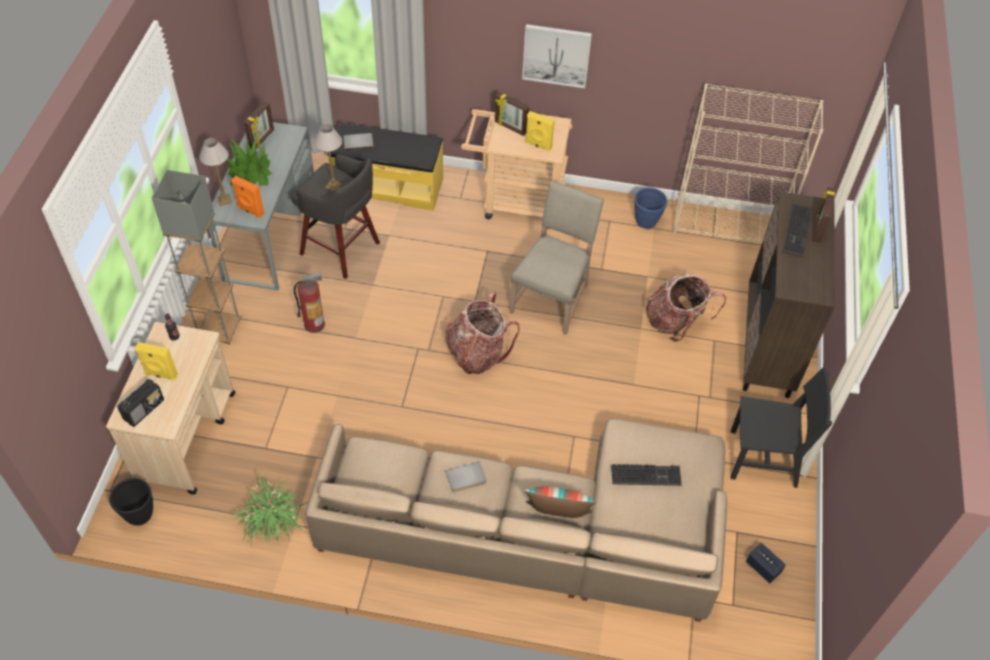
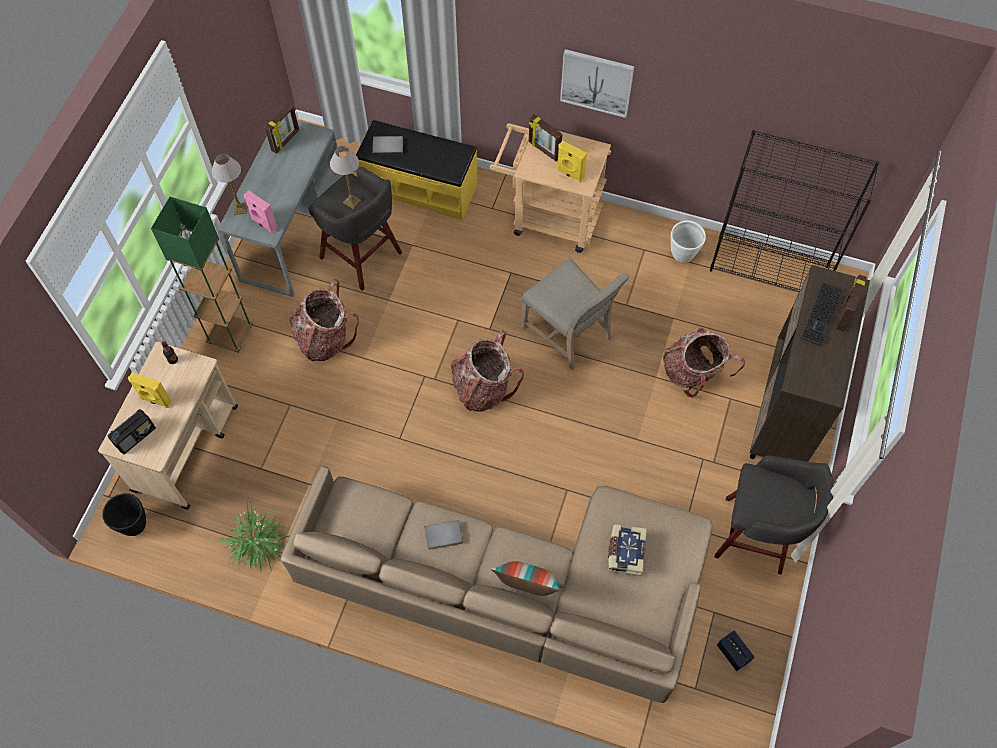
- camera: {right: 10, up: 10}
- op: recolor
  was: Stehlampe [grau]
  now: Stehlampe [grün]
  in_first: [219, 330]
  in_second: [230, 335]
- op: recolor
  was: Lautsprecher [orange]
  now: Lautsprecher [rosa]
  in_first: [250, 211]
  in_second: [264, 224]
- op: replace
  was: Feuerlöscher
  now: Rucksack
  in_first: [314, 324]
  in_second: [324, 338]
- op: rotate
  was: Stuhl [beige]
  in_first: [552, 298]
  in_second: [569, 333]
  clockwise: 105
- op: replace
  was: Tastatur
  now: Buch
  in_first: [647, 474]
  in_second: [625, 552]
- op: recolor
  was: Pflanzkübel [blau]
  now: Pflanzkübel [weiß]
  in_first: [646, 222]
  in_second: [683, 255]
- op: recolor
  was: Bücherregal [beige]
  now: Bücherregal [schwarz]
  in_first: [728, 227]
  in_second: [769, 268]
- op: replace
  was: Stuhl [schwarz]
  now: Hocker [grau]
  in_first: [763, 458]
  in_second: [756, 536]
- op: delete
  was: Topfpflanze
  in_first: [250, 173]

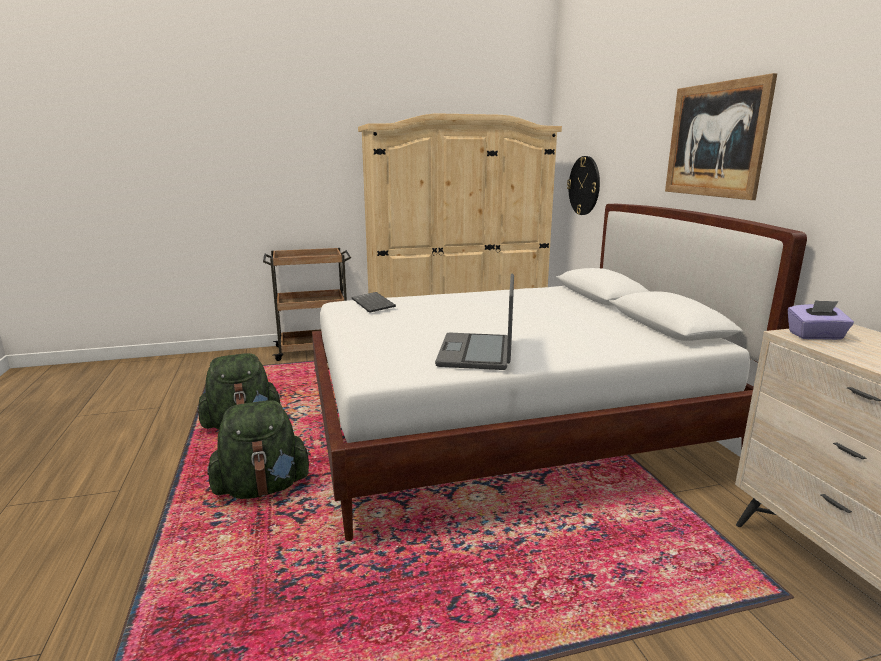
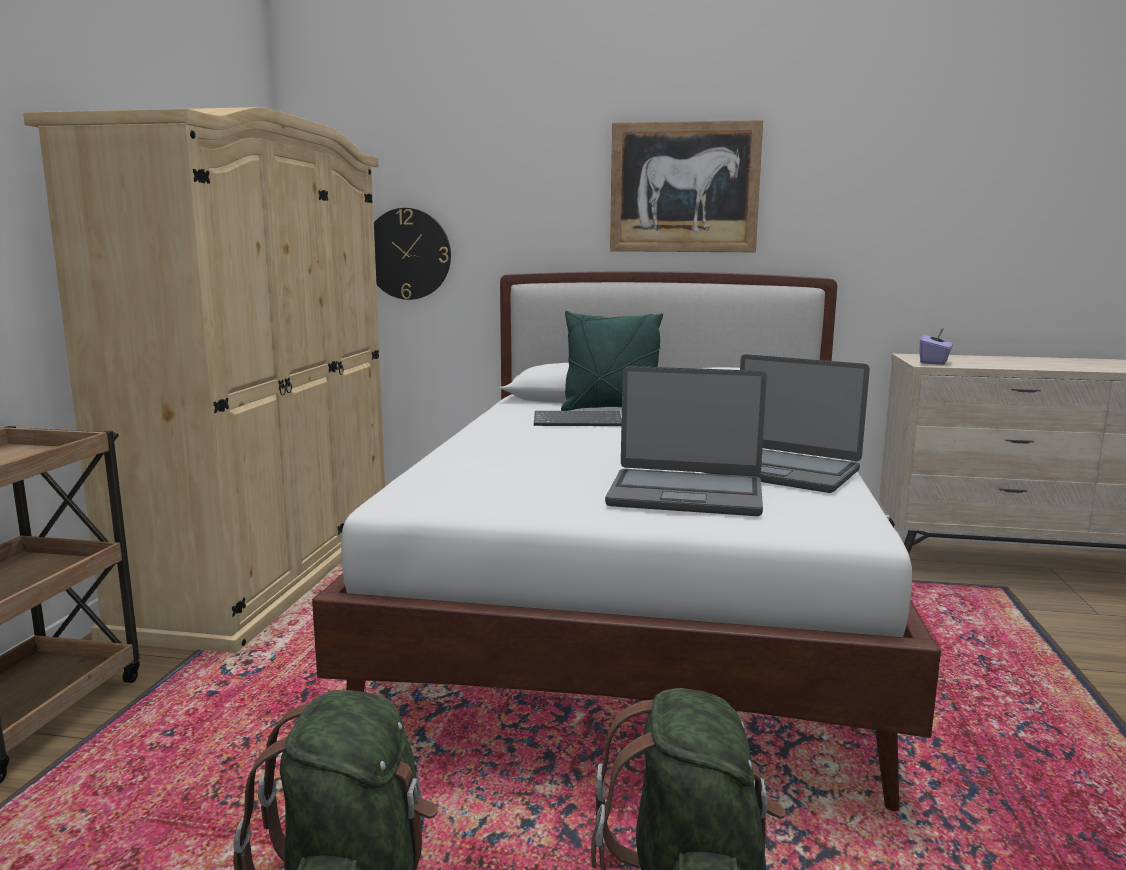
- camera: {right: -65, up: -5}
- op: move
  was: Tastatur
  in_first: [374, 304]
  in_second: [578, 421]
- op: insert
  now: Kissen [grün]
  in_second: [611, 409]
- op: insert
  now: Laptop
  in_second: [686, 494]

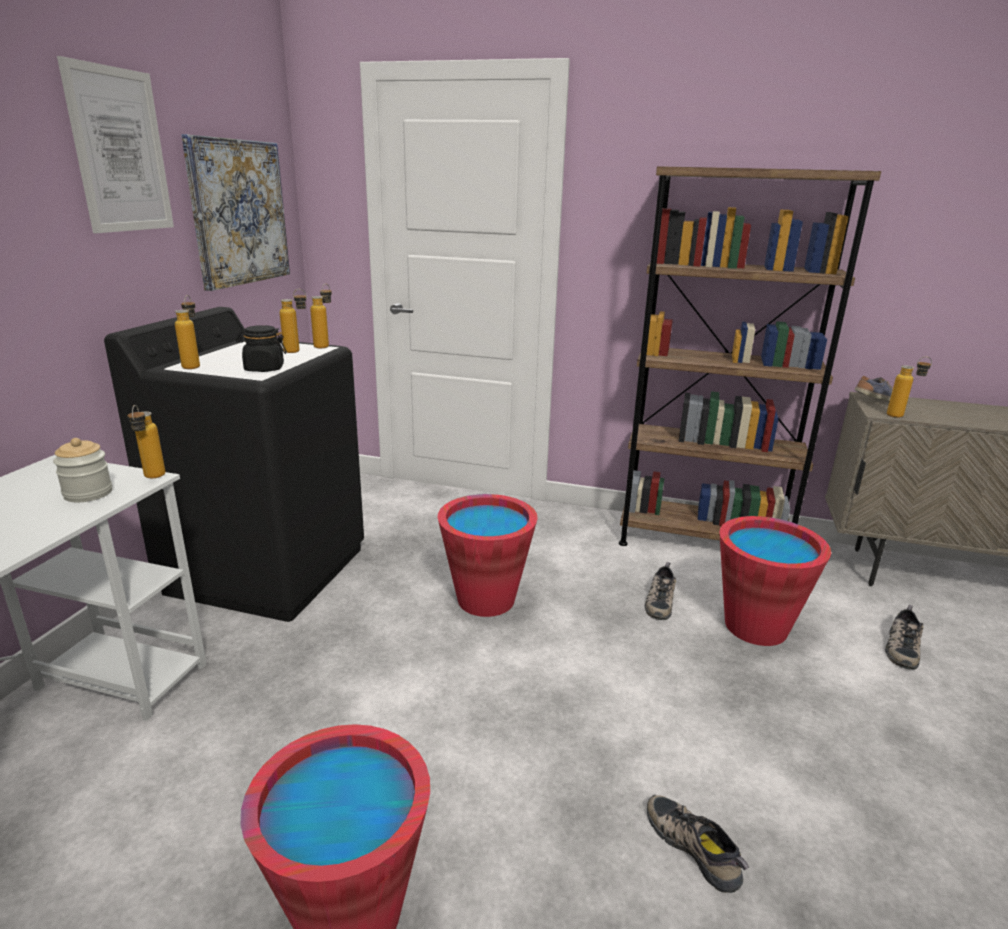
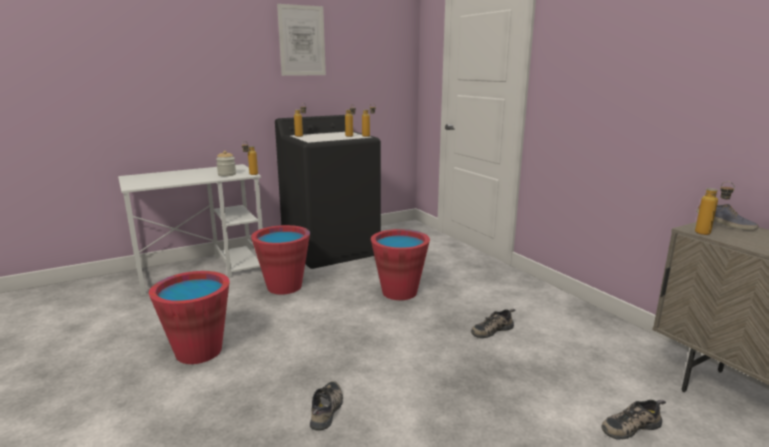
- camera: {right: 45, up: -5}
- op: move
  was: Eimer [rot]
  in_first: [755, 626]
  in_second: [284, 286]
- op: delete
  was: Bild
  in_first: [239, 213]
- op: delete
  was: Vorratsglas [schwarz]
  in_first: [264, 369]
- op: delete
  was: Bücherregal [braun]
  in_first: [701, 541]

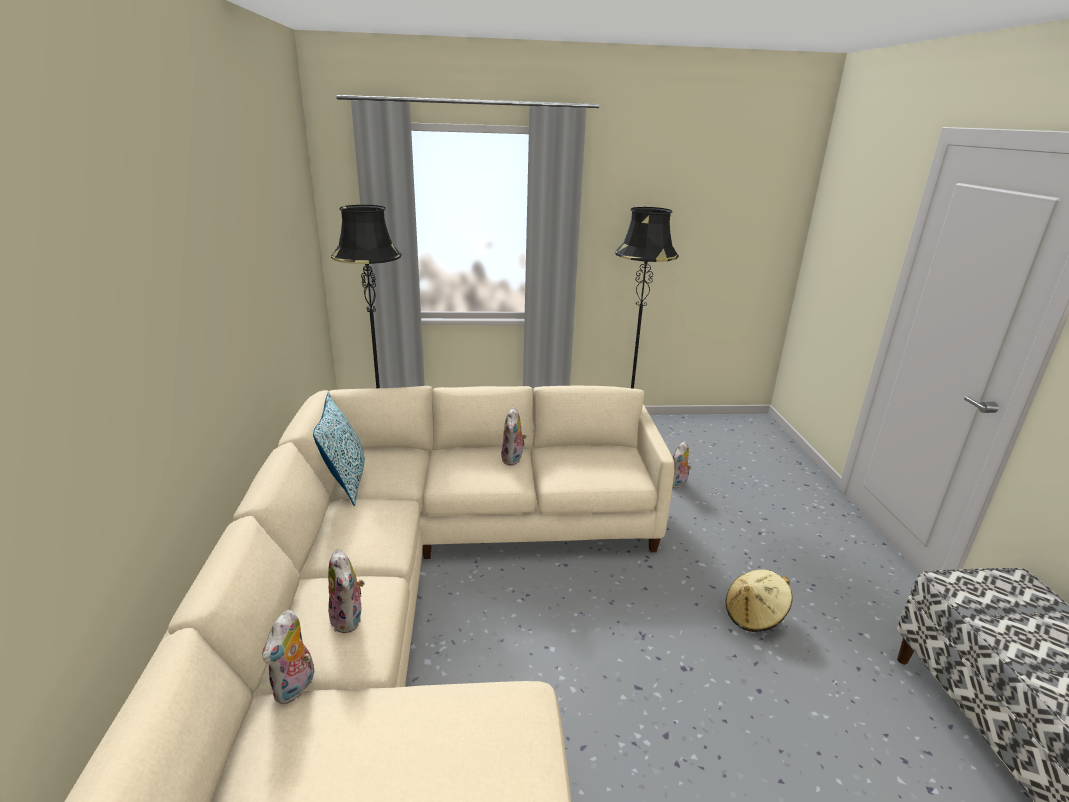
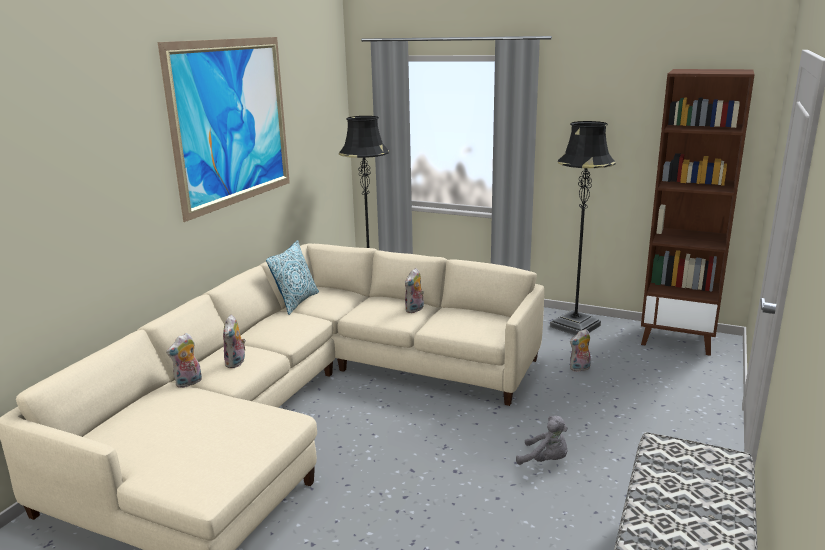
- camera: {right: 30, up: -5}
- op: insert
  now: Bild
  in_second: [232, 123]
- op: replace
  was: Hut [beige]
  now: Plüschtier [grau]
  in_first: [754, 615]
  in_second: [545, 460]
- op: insert
  now: Bücherregal [braun]
  in_second: [678, 339]

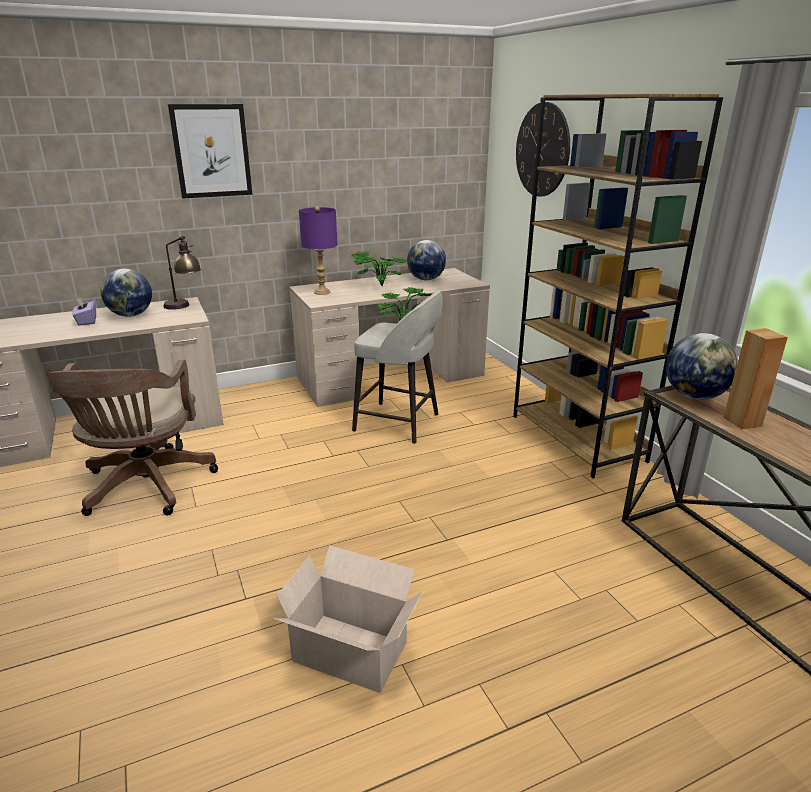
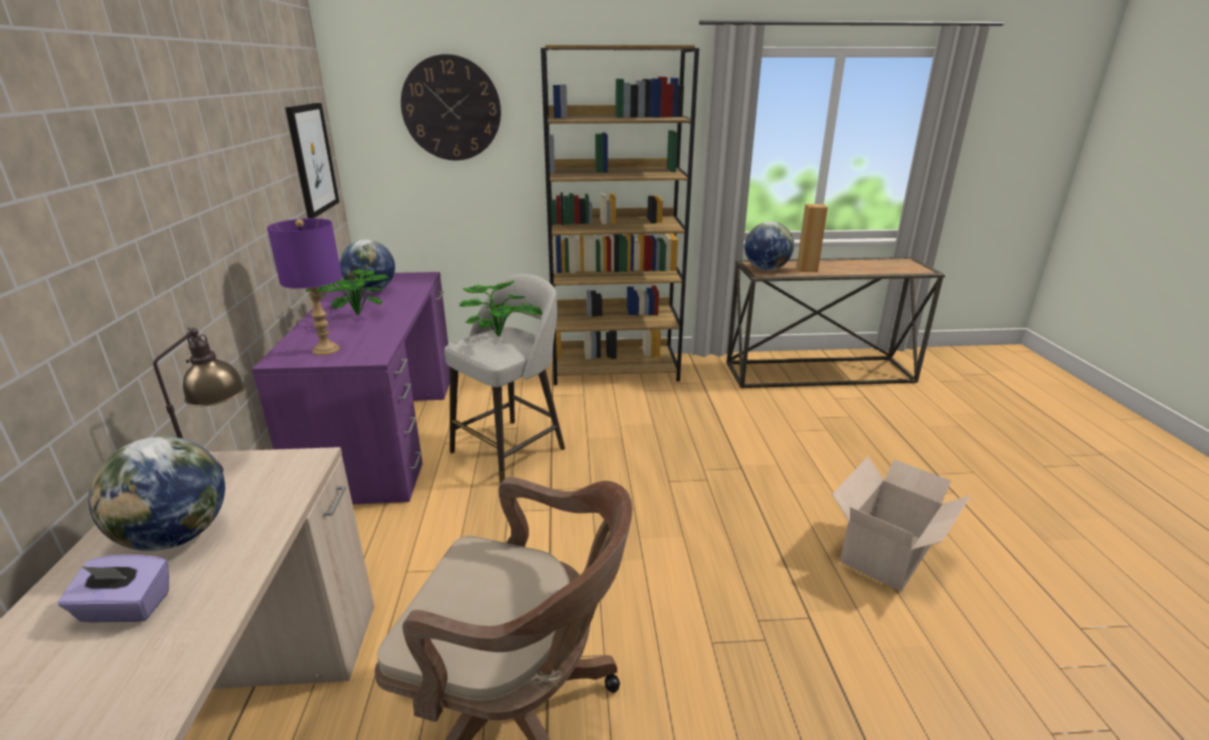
- camera: {right: -70, up: 0}
- op: recolor
  was: Schreibtisch [beige]
  now: Schreibtisch [lila]
  in_first: [391, 376]
  in_second: [386, 430]
- op: move
  was: Bild
  in_first: [211, 151]
  in_second: [312, 159]

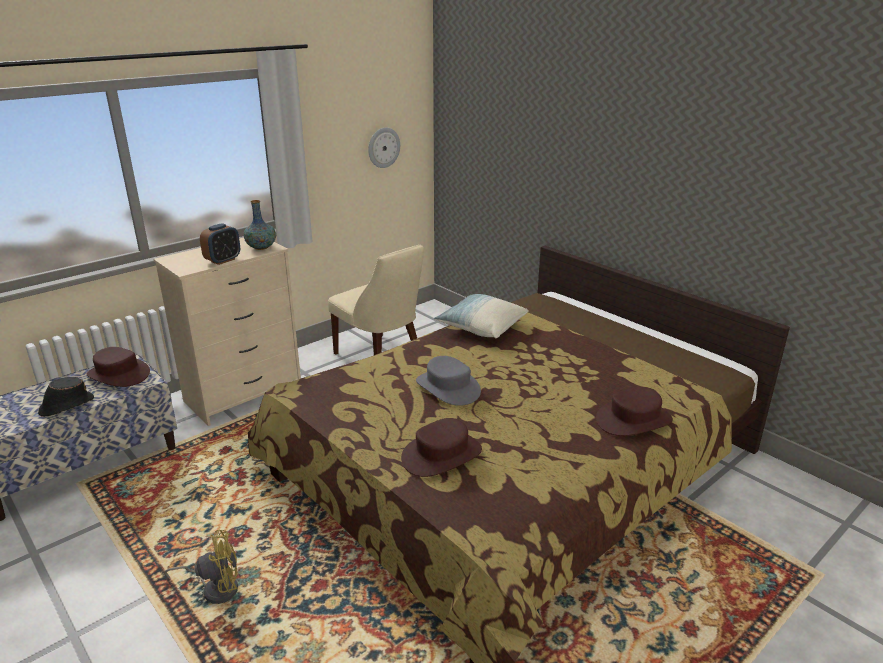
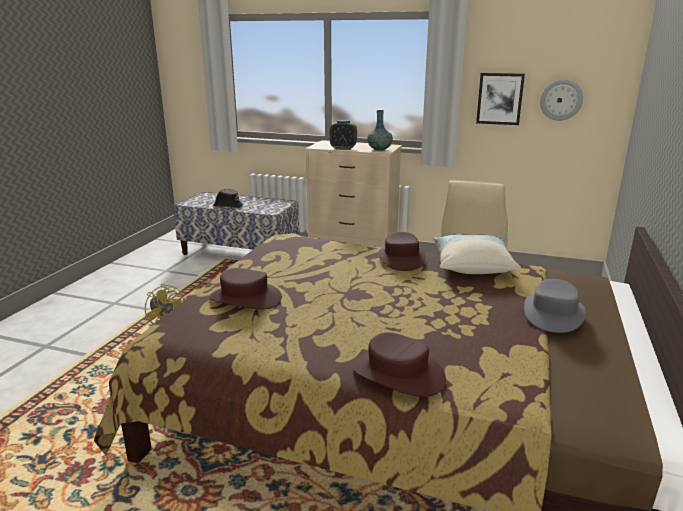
- camera: {right: 60, up: -5}
- op: move
  was: Hut [braun]
  in_first: [118, 374]
  in_second: [401, 259]
- op: insert
  now: Bild
  in_second: [500, 98]
- op: move
  was: Hut [grau]
  in_first: [448, 387]
  in_second: [553, 313]

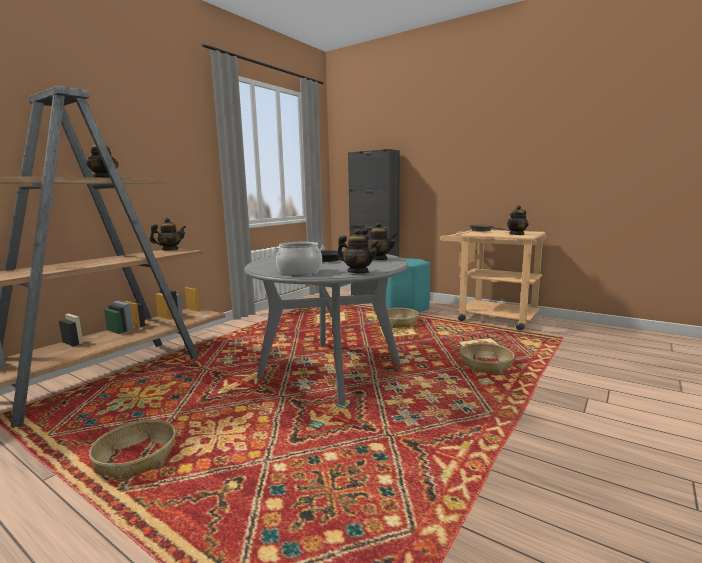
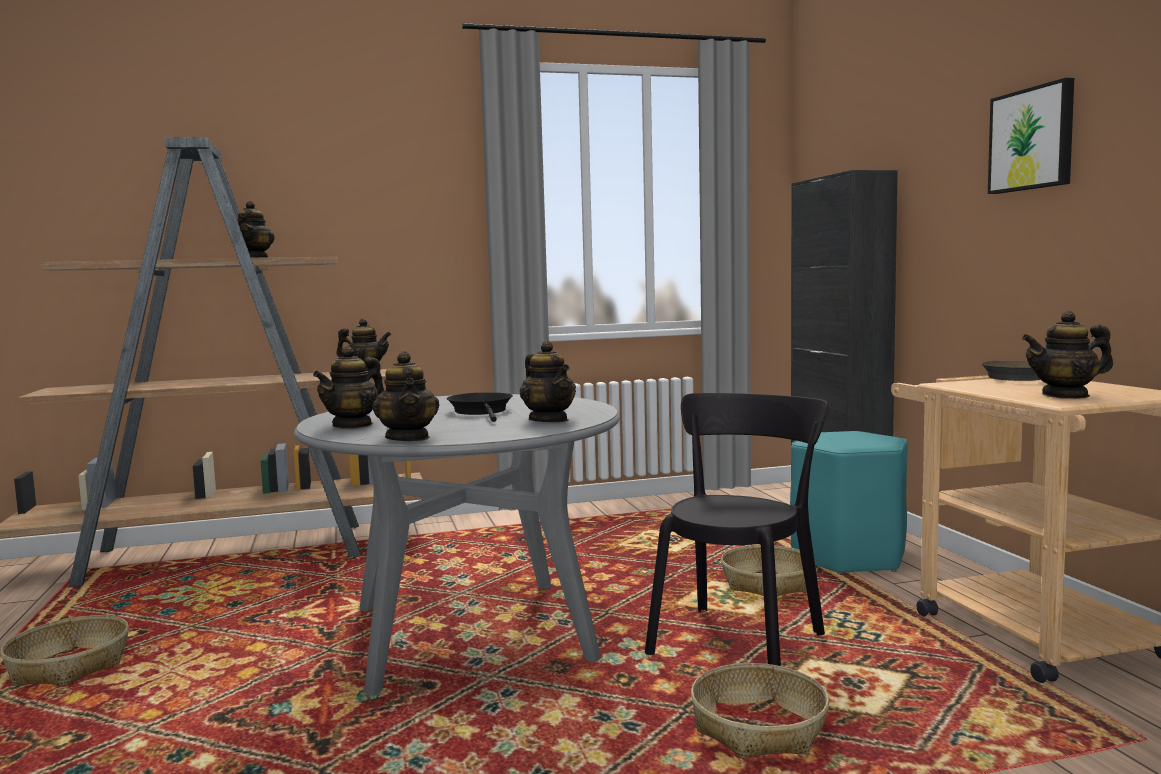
- camera: {right: 40, up: -5}
- op: replace
  was: Kochtopf
  now: Teekanne
  in_first: [299, 271]
  in_second: [353, 425]
- op: insert
  now: Stuhl [schwarz]
  in_second: [739, 640]
- op: insert
  now: Bild
  in_second: [1032, 139]

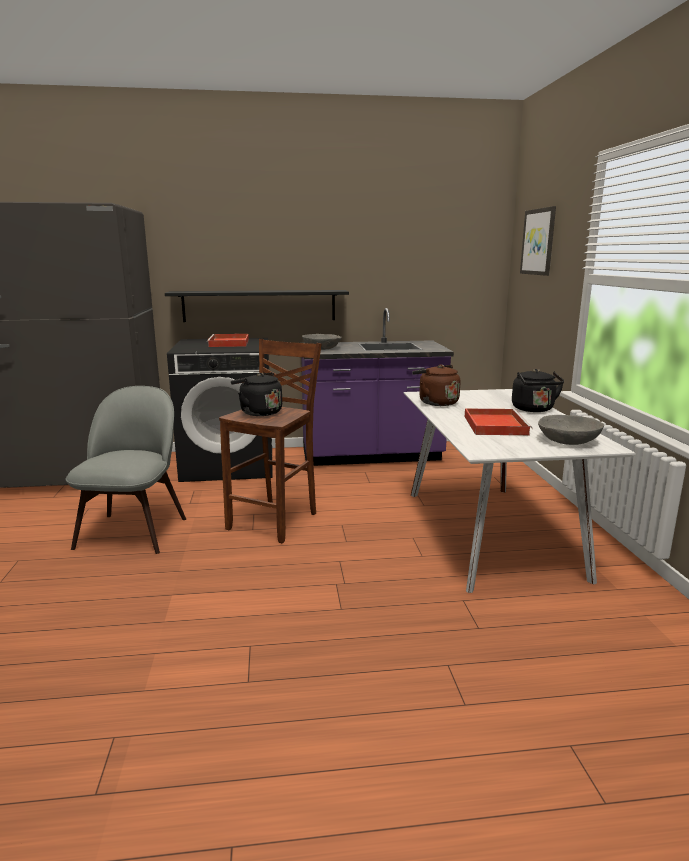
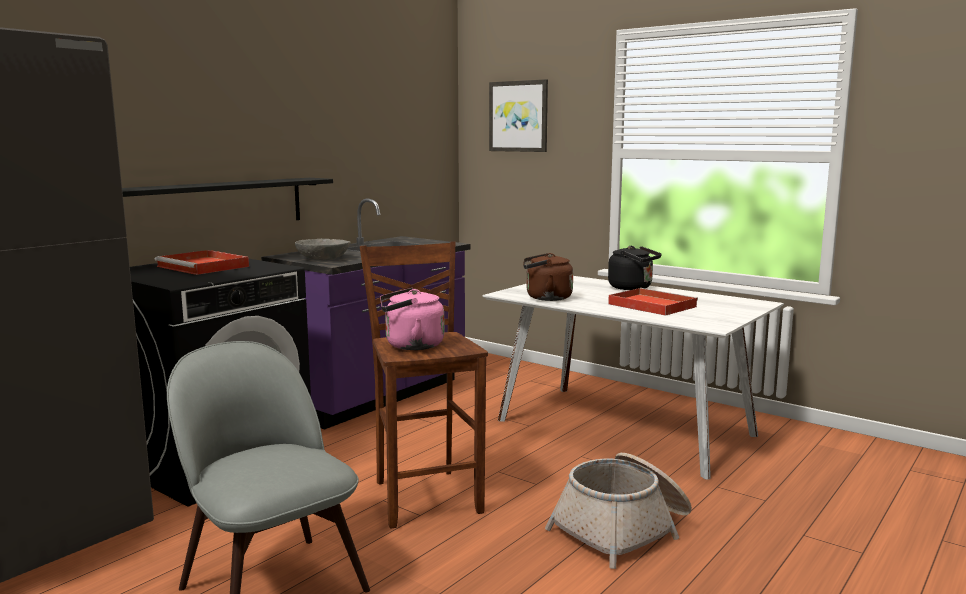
- camera: {right: -45, up: -5}
- op: recolor
  was: Wasserkessel [schwarz]
  now: Wasserkessel [rosa]
  in_first: [258, 412]
  in_second: [410, 345]
- op: insert
  now: Korb
  in_second: [623, 529]
- op: delete
  was: Schüssel [grau]
  in_first: [568, 441]

